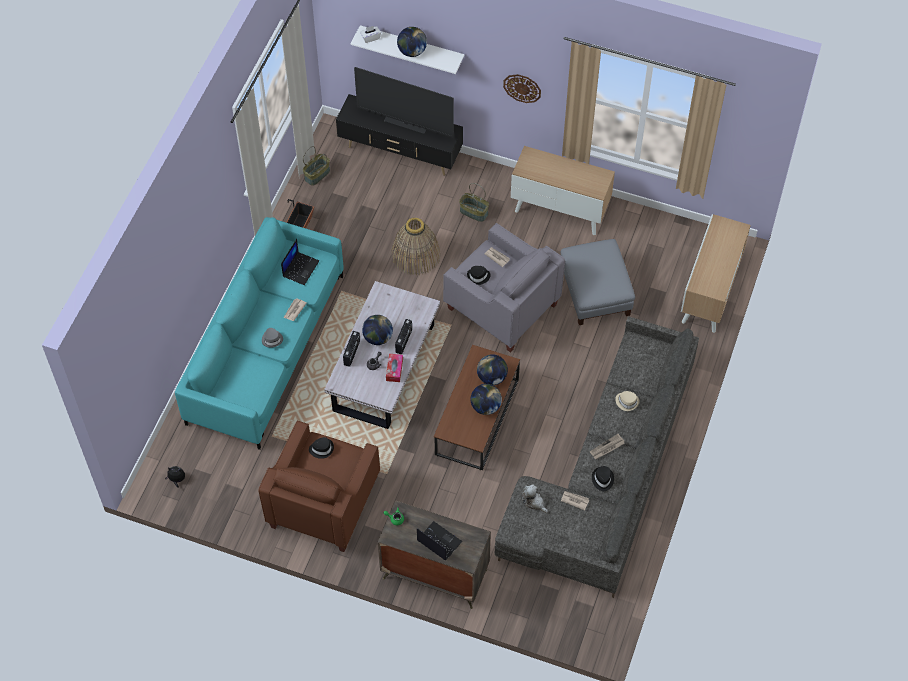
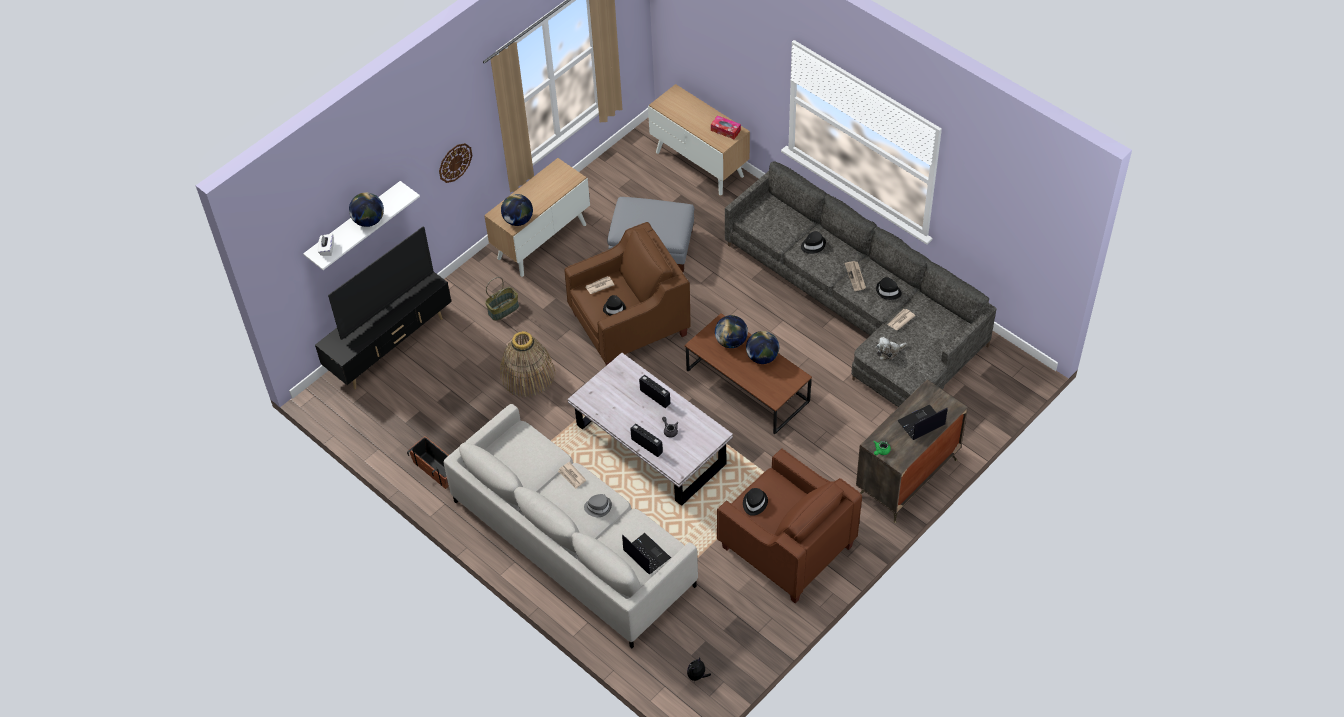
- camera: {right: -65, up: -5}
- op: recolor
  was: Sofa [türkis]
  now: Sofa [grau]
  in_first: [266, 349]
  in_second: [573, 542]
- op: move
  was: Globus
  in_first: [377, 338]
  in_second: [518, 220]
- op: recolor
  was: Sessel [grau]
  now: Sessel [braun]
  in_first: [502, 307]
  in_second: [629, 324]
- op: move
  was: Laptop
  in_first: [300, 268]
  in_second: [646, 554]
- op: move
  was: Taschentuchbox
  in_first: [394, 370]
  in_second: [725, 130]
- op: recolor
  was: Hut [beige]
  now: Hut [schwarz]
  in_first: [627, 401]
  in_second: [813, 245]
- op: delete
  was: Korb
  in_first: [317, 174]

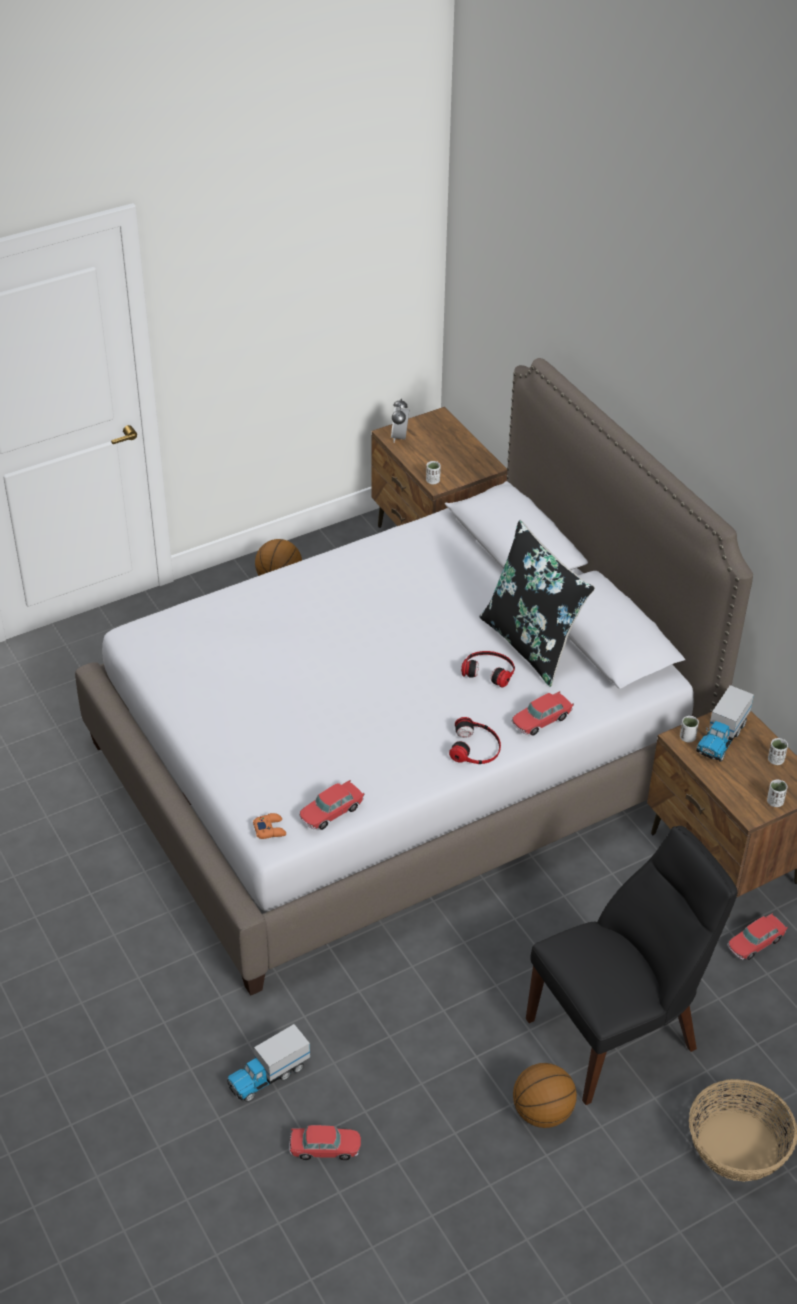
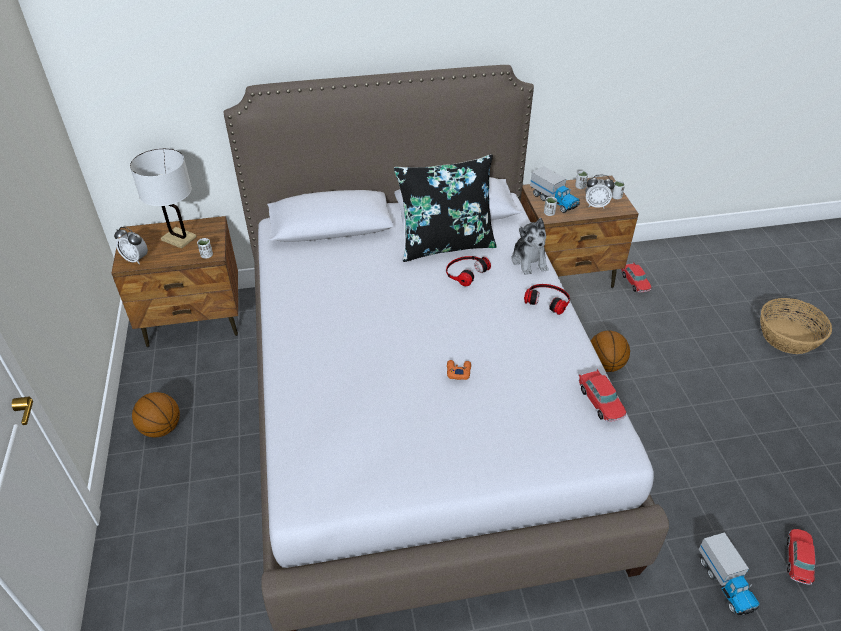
- camera: {right: -70, up: 0}
- op: insert
  now: Tischlampe [weiß]
  in_second: [179, 238]
- op: move
  was: Gamepad [orange]
  in_first: [270, 829]
  in_second: [458, 371]
- op: replace
  was: Spielzeugauto
  now: Plüschtier
  in_first: [541, 720]
  in_second: [529, 261]
- op: insert
  now: Wecker
  in_second: [596, 205]
- op: move
  was: Basketball
  in_first: [543, 1112]
  in_second: [605, 365]
- op: delete
  was: Stuhl [schwarz]
  in_first: [618, 1032]

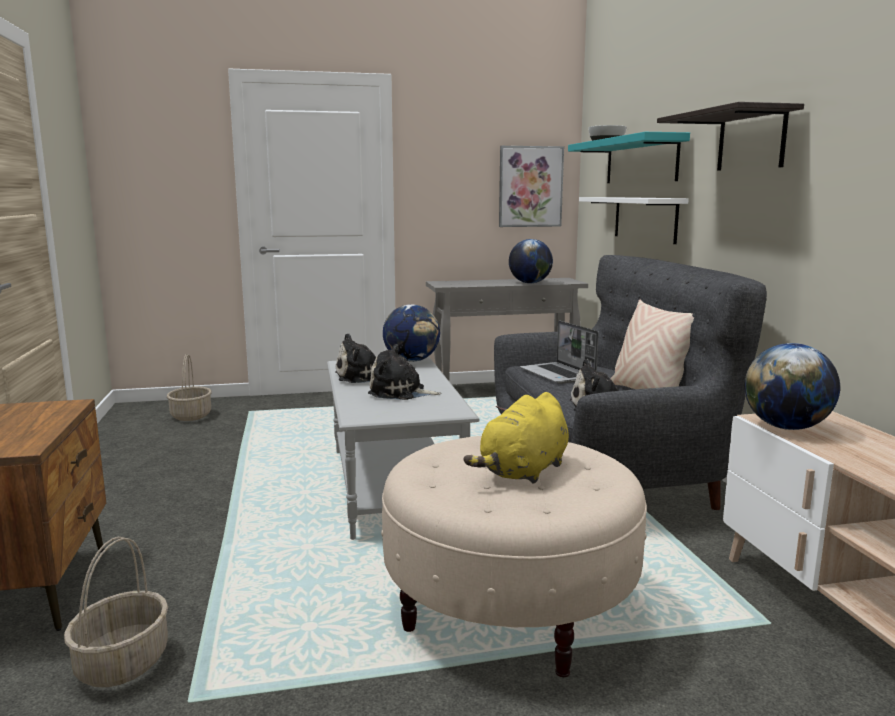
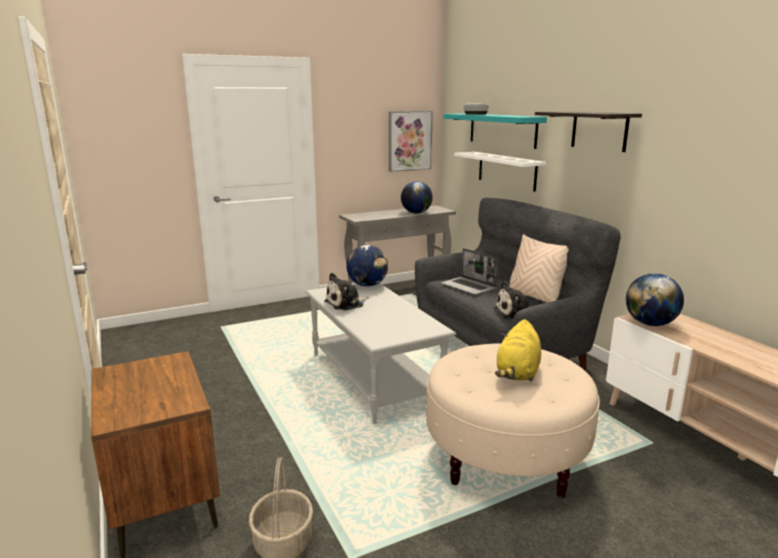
- camera: {right: -15, up: 5}
- op: delete
  was: Korb
  in_first: [190, 415]
- op: delete
  was: Plüschtier
  in_first: [400, 393]

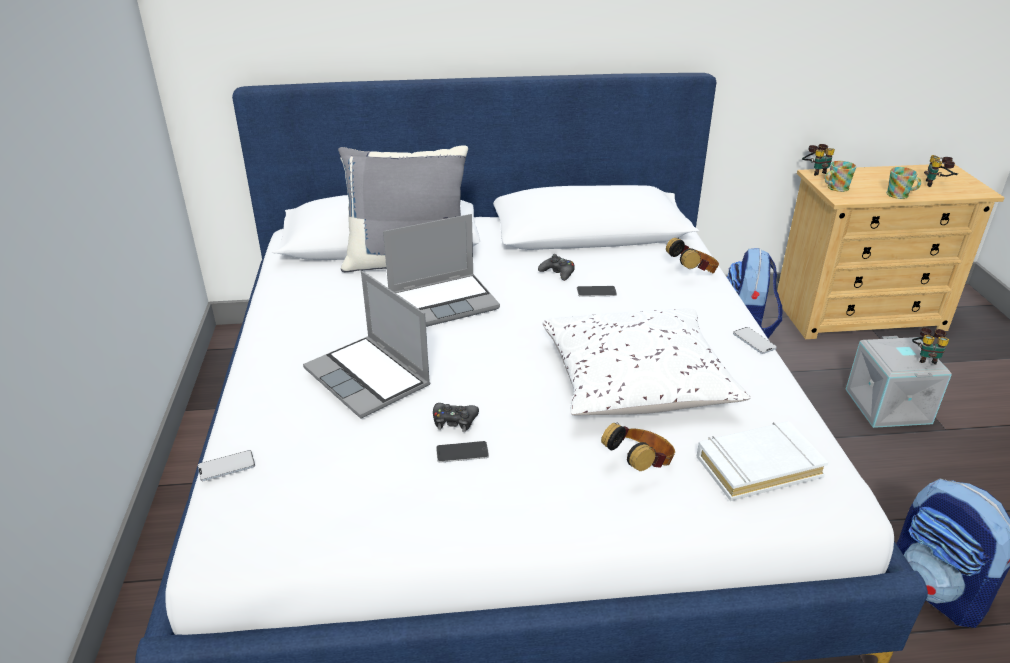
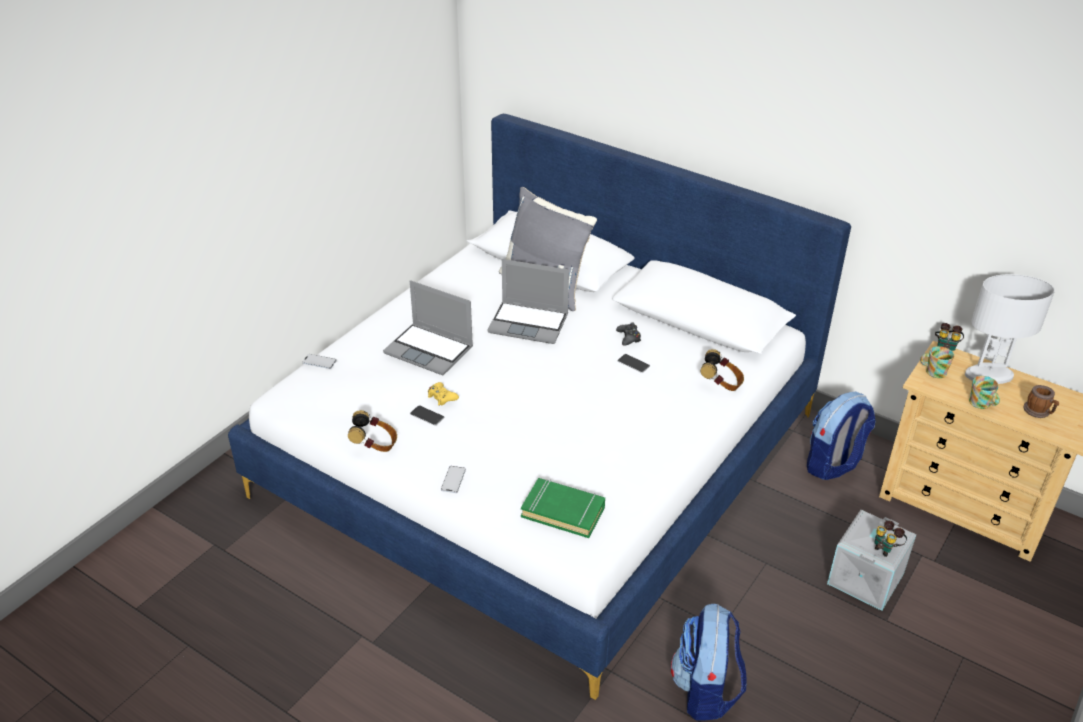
- camera: {right: 40, up: 5}
- op: move
  was: Kopfhörer
  in_first: [639, 465]
  in_second: [375, 445]
- op: rotate
  was: Laptop
  in_first: [369, 378]
  in_second: [430, 350]
  clockwise: -60
- op: recolor
  was: Gamepad [schwarz]
  now: Gamepad [gelb]
  in_first: [454, 421]
  in_second: [442, 397]
- op: move
  was: Handy
  in_first: [754, 341]
  in_second: [453, 480]
- op: recolor
  was: Buch [weiß]
  now: Buch [grün]
  in_first: [758, 466]
  in_second: [563, 511]
- op: insert
  now: Tischlampe [weiß]
  in_second: [988, 375]
- op: replace
  was: Fernglas
  now: Henkelbecher
  in_first: [936, 185]
  in_second: [1039, 412]
- op: delete
  was: Kissen [weiß]
  in_first: [636, 382]

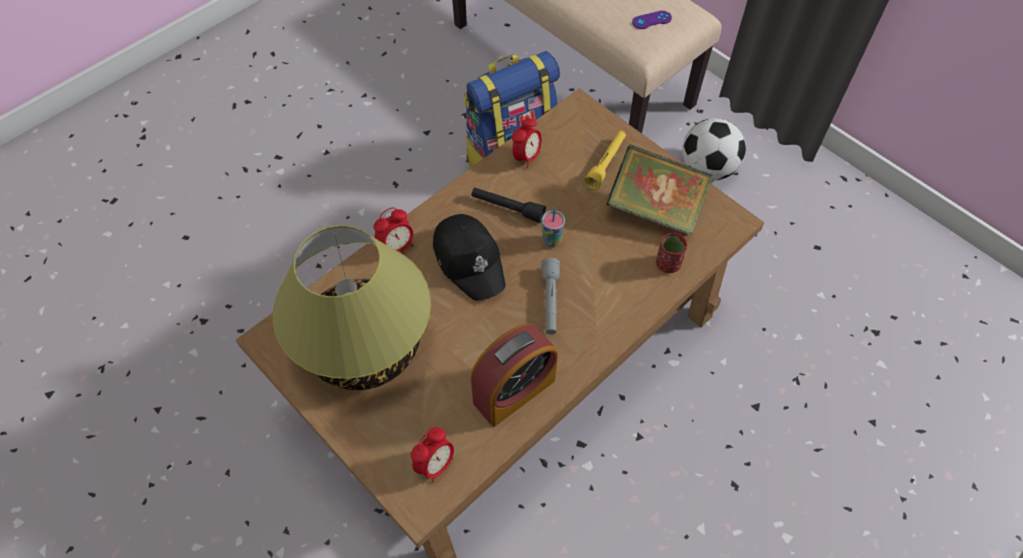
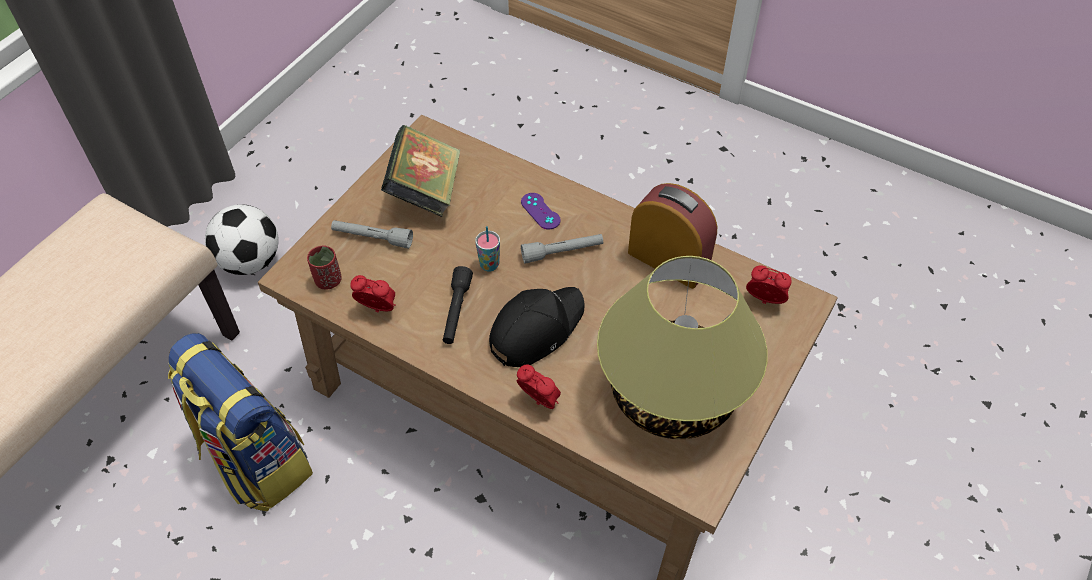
- camera: {right: -105, up: -5}
- op: move
  was: Tasse [rot]
  in_first: [668, 264]
  in_second: [328, 280]
- op: recolor
  was: Taschenlampe [gelb]
  now: Taschenlampe [grau]
  in_first: [606, 163]
  in_second: [372, 238]
- op: move
  was: Gamepad [lila]
  in_first: [651, 20]
  in_second: [540, 211]

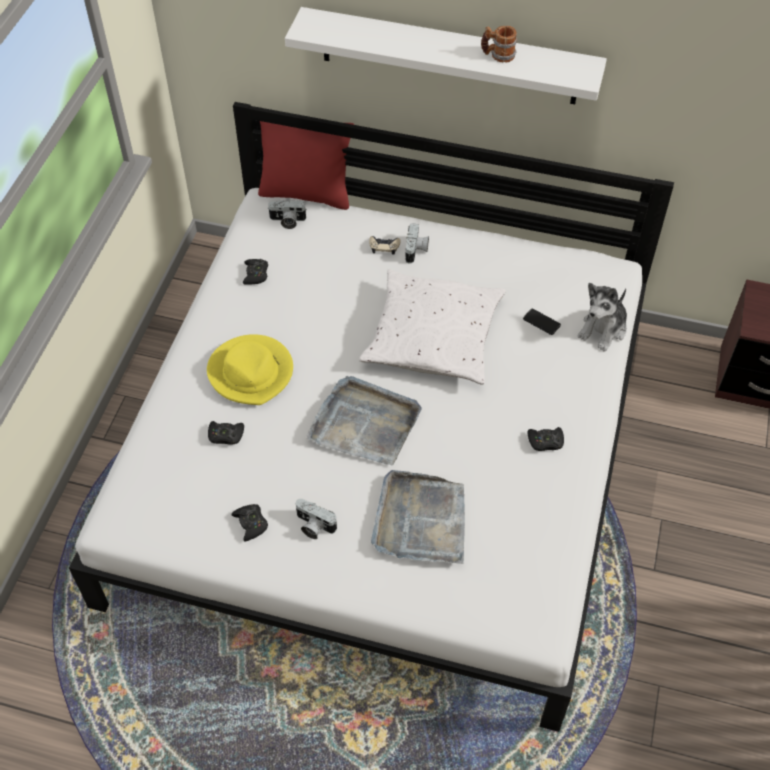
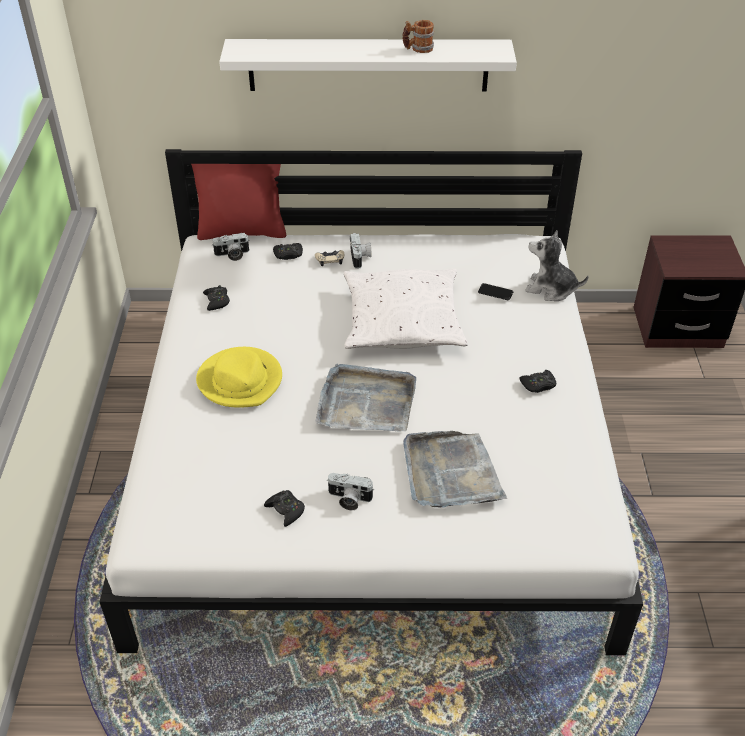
- camera: {right: -15, up: -10}
- op: move
  was: Gamepad [schwarz]
  in_first: [225, 435]
  in_second: [288, 254]
- op: rotate
  was: Plüschtier
  in_first: [603, 329]
  in_second: [551, 289]
  clockwise: 90

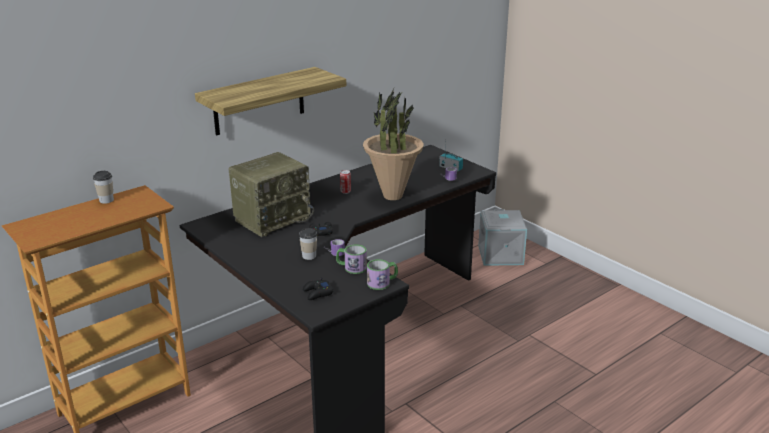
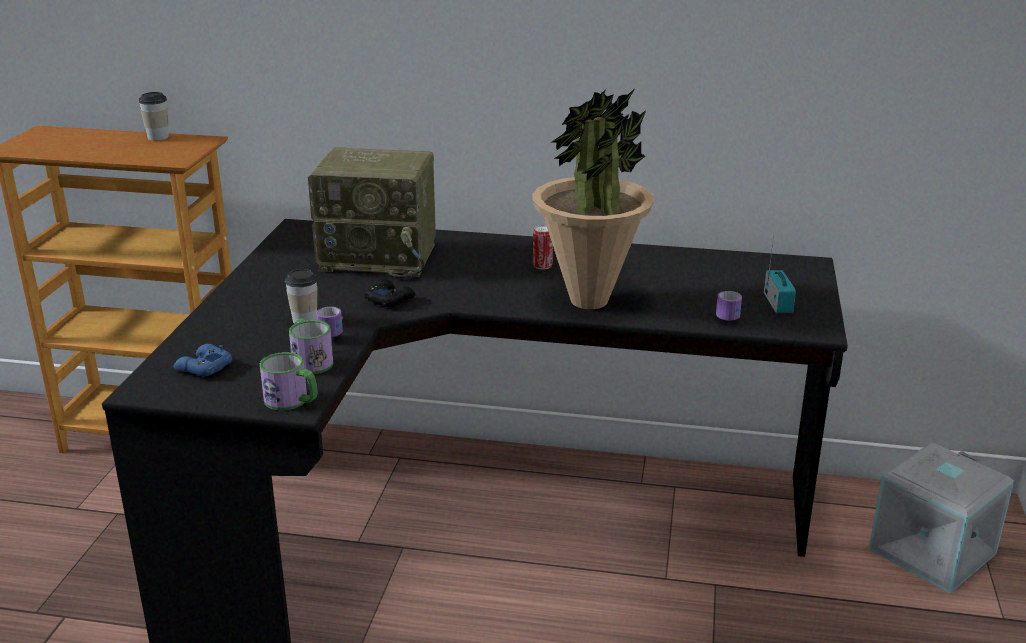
- camera: {right: 50, up: 0}
- op: recolor
  was: Gamepad [schwarz]
  now: Gamepad [blau]
  in_first: [317, 293]
  in_second: [203, 367]
- op: delete
  was: Wandregal
  in_first: [259, 101]

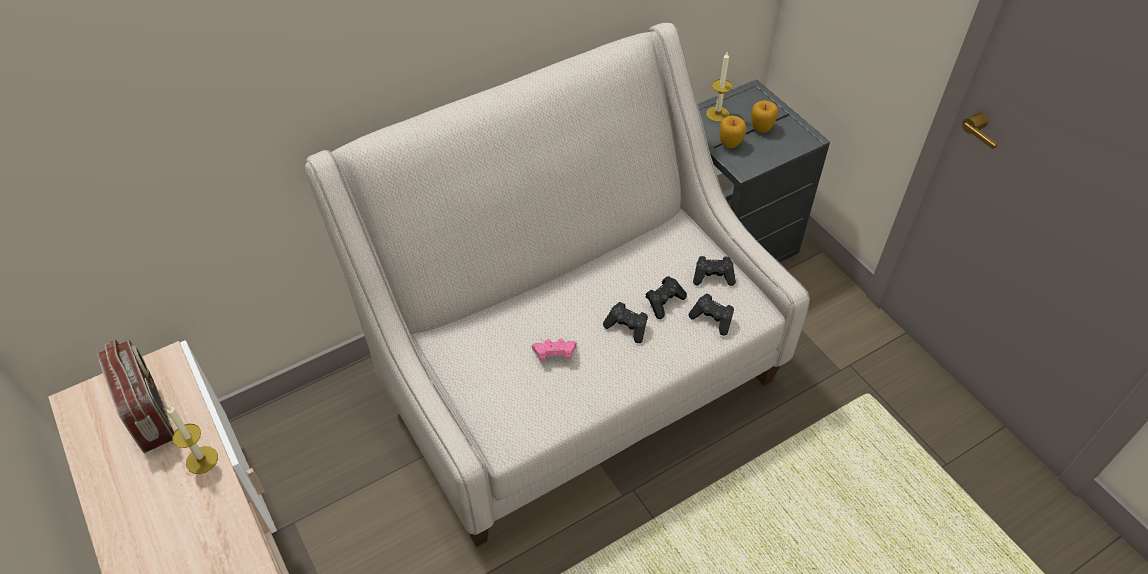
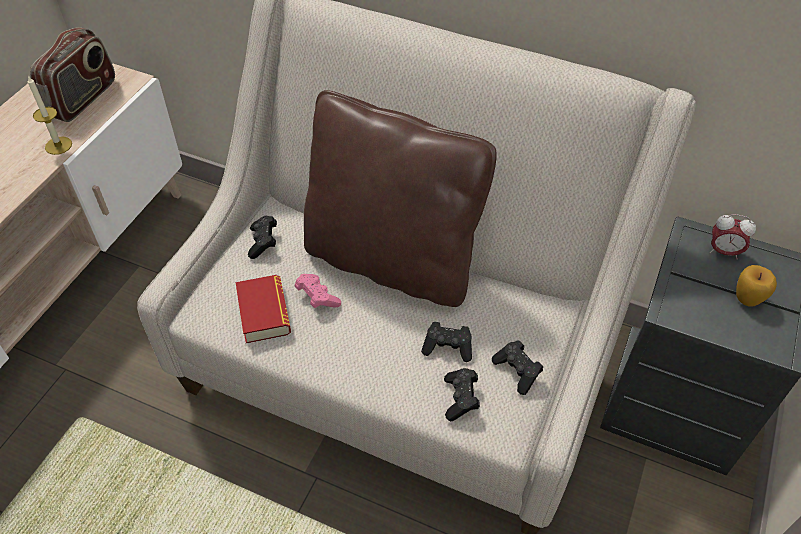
- camera: {right: 55, up: 0}
- op: insert
  now: Buch
  in_second: [264, 313]
- op: move
  was: Gamepad [schwarz]
  in_first: [627, 327]
  in_second: [263, 242]
- op: insert
  now: Kissen [braun]
  in_second: [391, 260]
- op: replace
  was: Kerze
  now: Wecker
  in_first: [717, 114]
  in_second: [723, 251]
- op: delete
  was: Apfel
  in_first: [730, 144]

